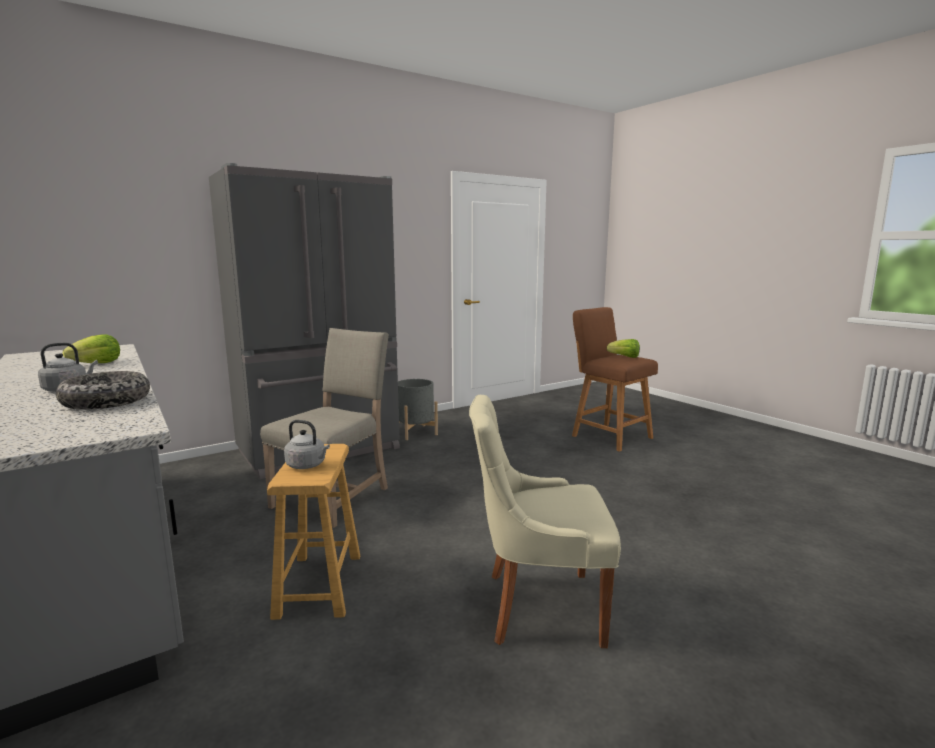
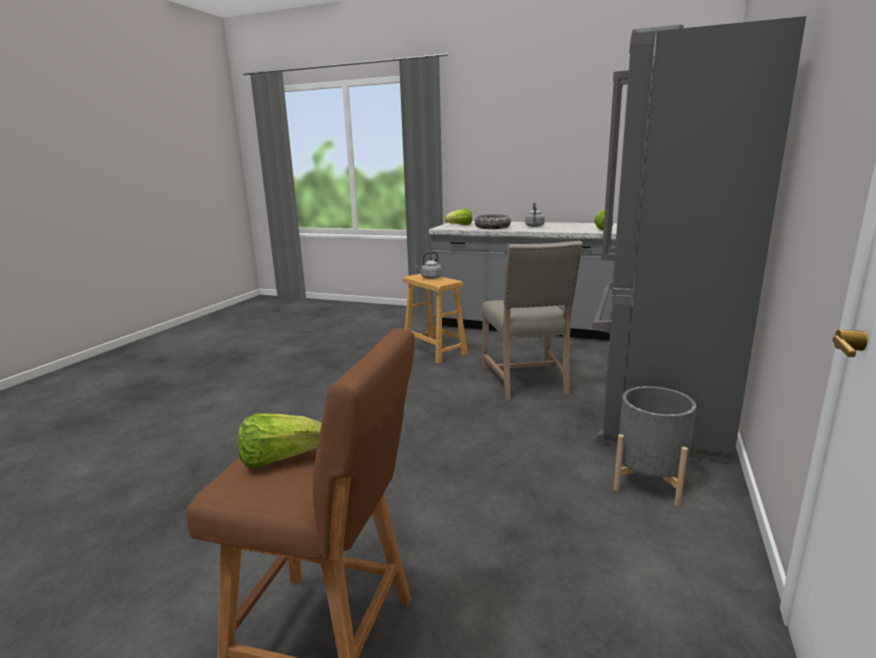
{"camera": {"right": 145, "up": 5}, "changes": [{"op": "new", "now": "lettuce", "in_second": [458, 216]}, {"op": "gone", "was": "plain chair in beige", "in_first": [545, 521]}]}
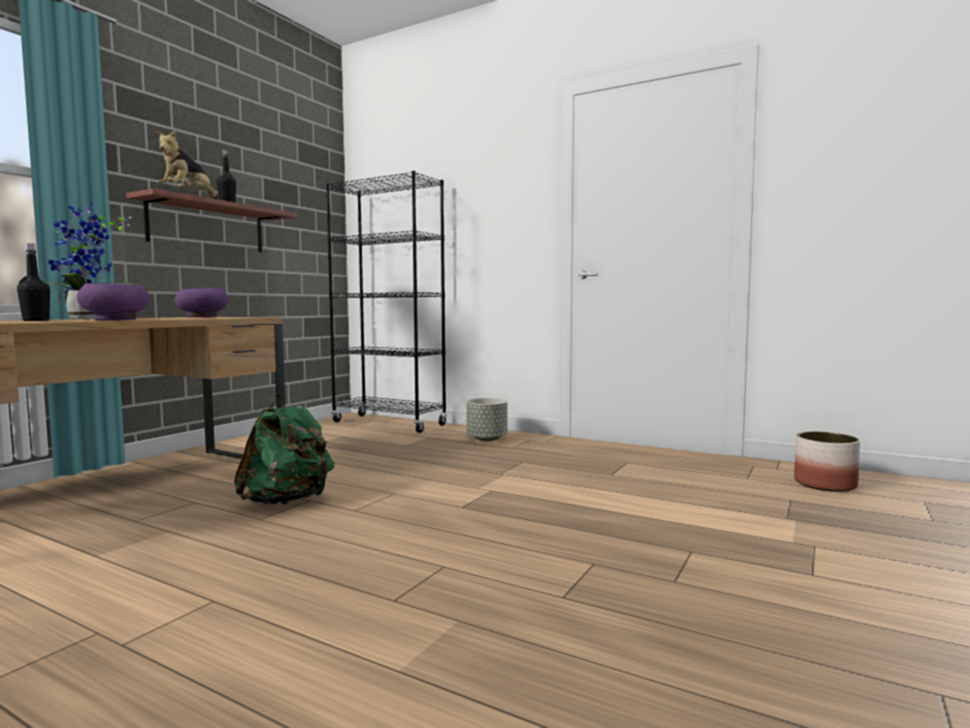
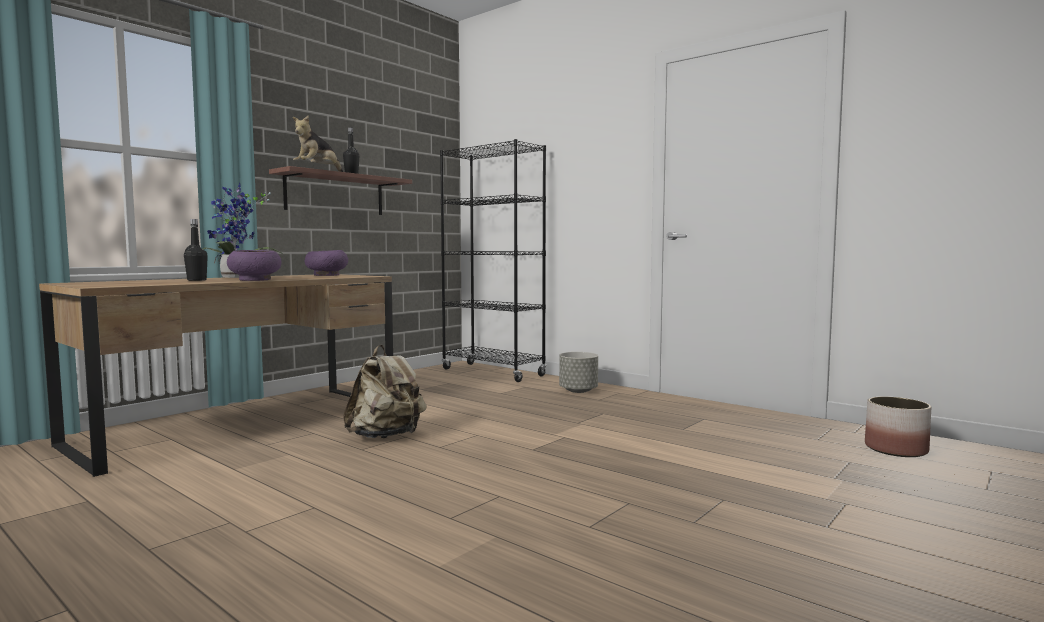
{"camera": {"right": 10, "up": 0}, "changes": [{"op": "repainted", "was": "backpack in greenish", "now": "backpack in beige", "in_first": [284, 449], "in_second": [384, 391]}]}
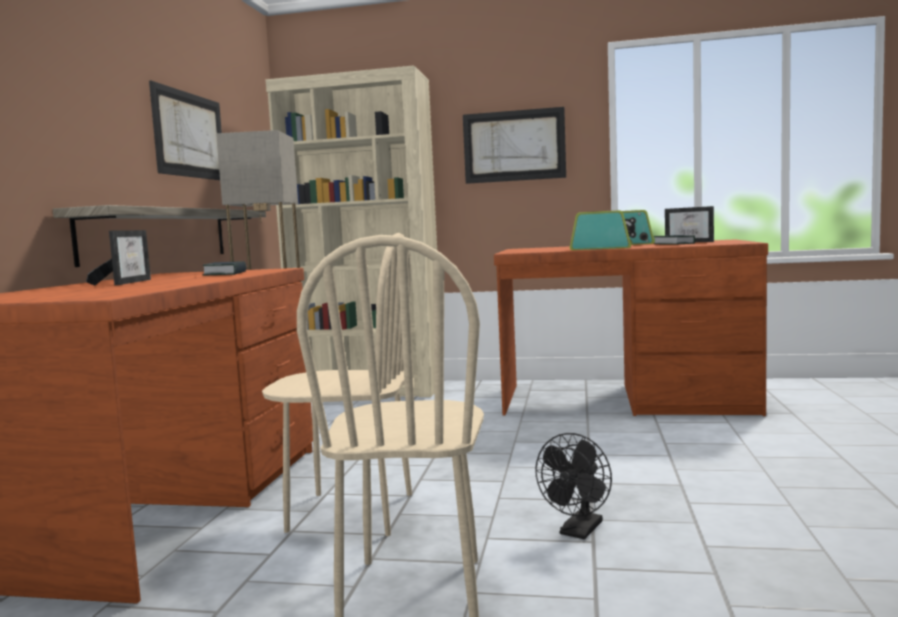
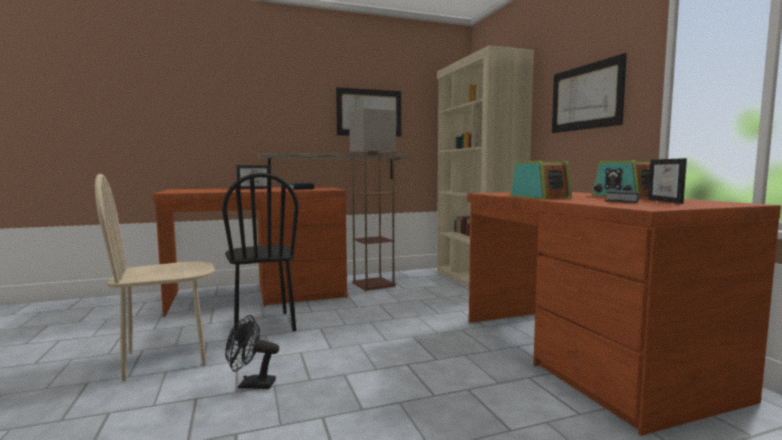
{"camera": {"right": 60, "up": 0}, "changes": [{"op": "repainted", "was": "plain chair in beige", "now": "plain chair in black", "in_first": [337, 384], "in_second": [260, 255]}]}
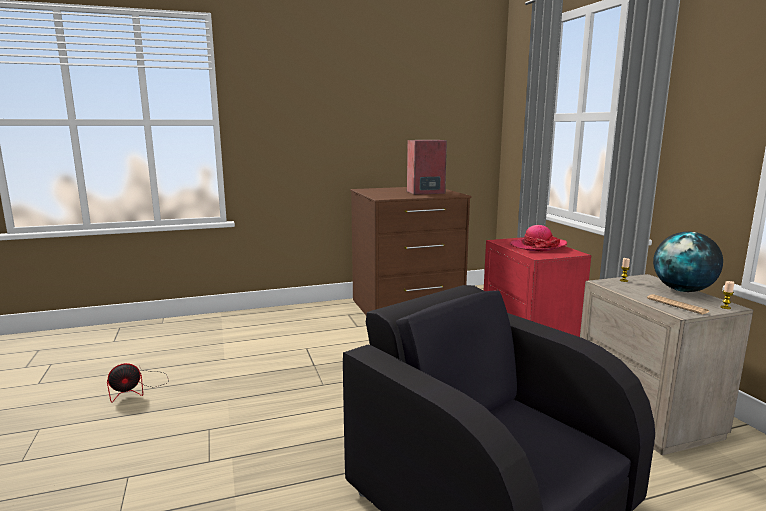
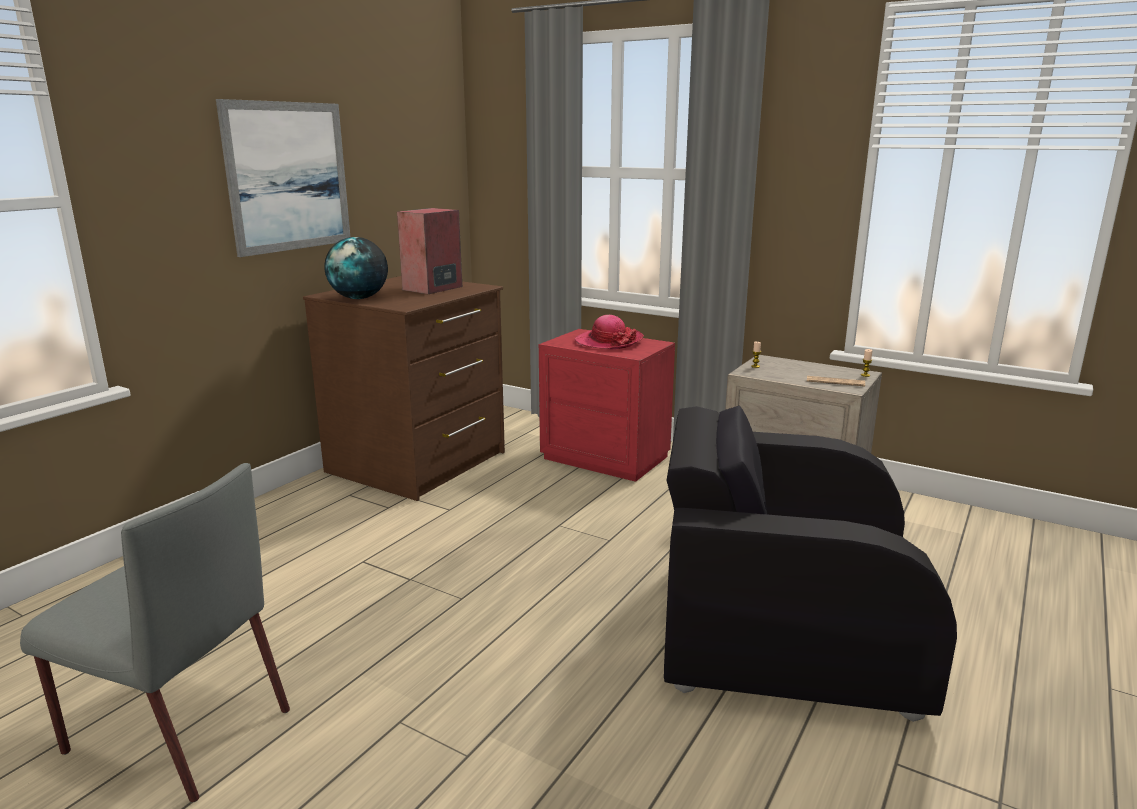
{"camera": {"right": -40, "up": 5}, "changes": [{"op": "swapped", "was": "electric fan", "now": "plain chair in greyish", "in_first": [138, 383], "in_second": [155, 632]}, {"op": "new", "now": "picture", "in_second": [283, 178]}, {"op": "shifted", "was": "world globe", "in_first": [688, 262], "in_second": [356, 268]}]}
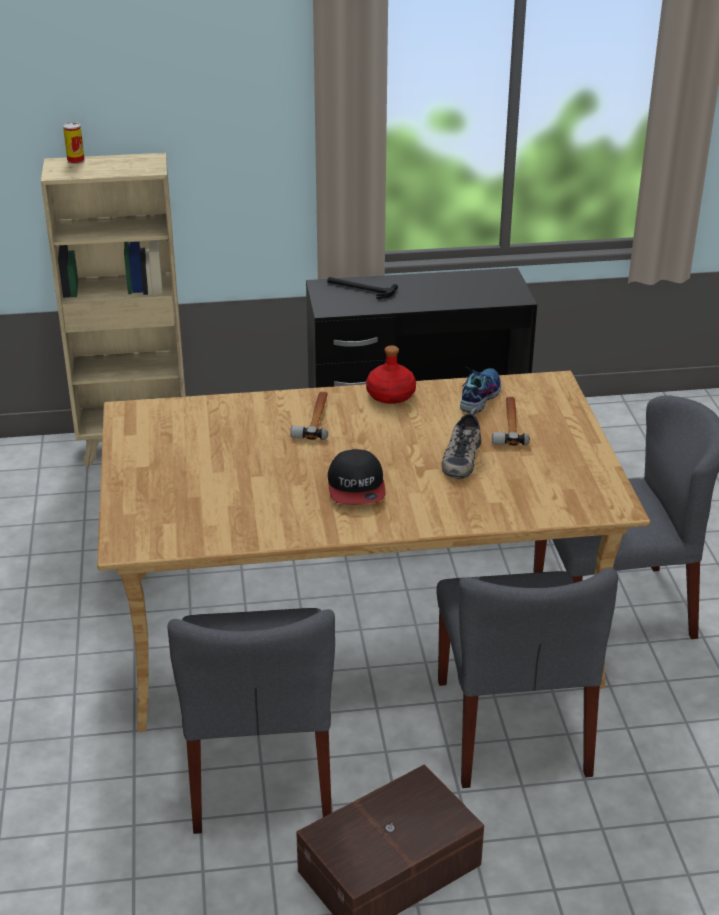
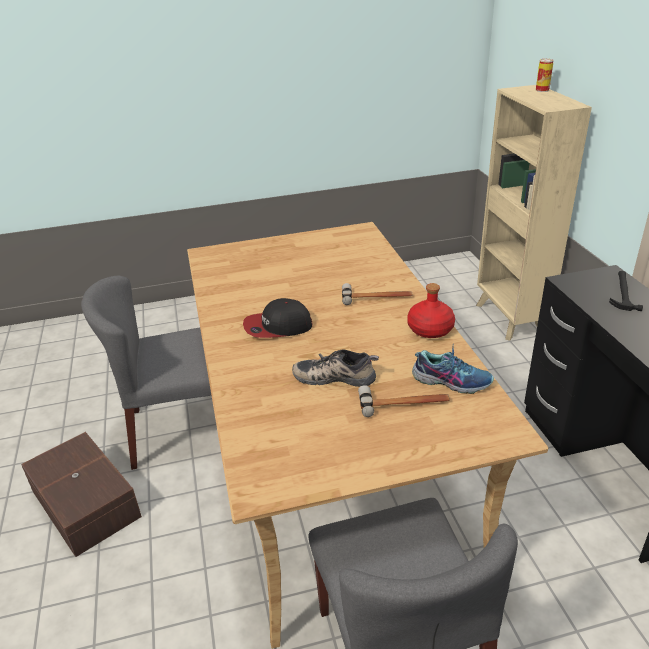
{"camera": {"right": 85, "up": 0}, "changes": [{"op": "gone", "was": "plain chair in greyish", "in_first": [527, 678]}]}
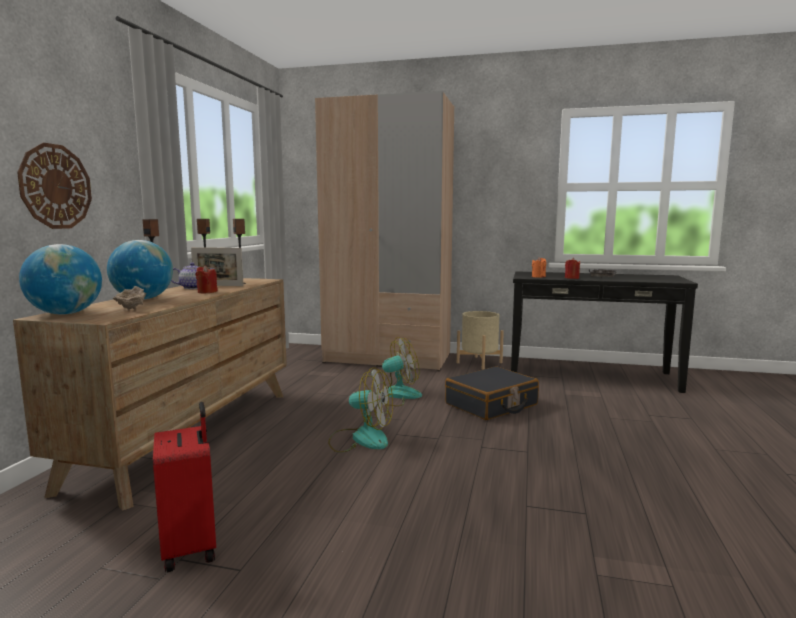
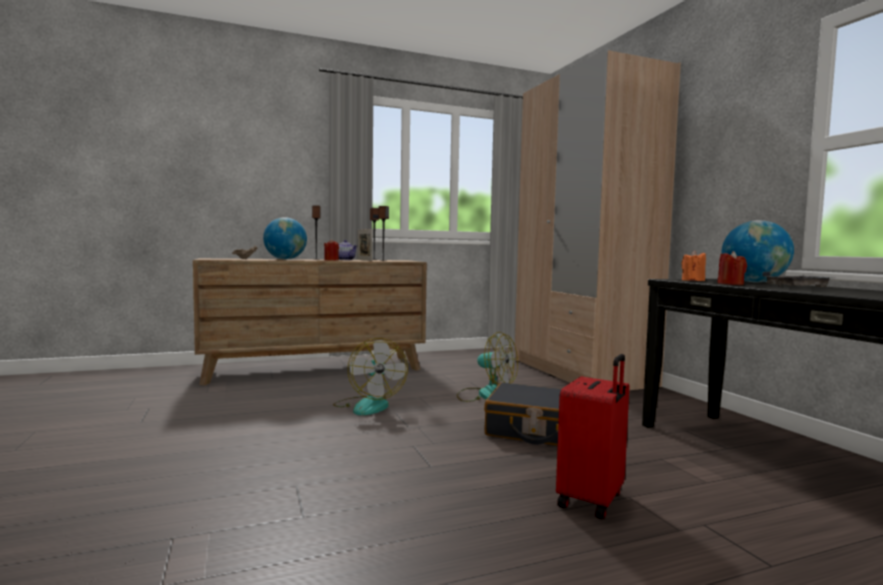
{"camera": {"right": 55, "up": -5}, "changes": [{"op": "shifted", "was": "piece of luggage in red-coloured", "in_first": [184, 487], "in_second": [592, 436]}, {"op": "shifted", "was": "world globe", "in_first": [60, 279], "in_second": [758, 251]}, {"op": "gone", "was": "hanging clock", "in_first": [54, 186]}, {"op": "gone", "was": "planter in beige", "in_first": [480, 340]}]}
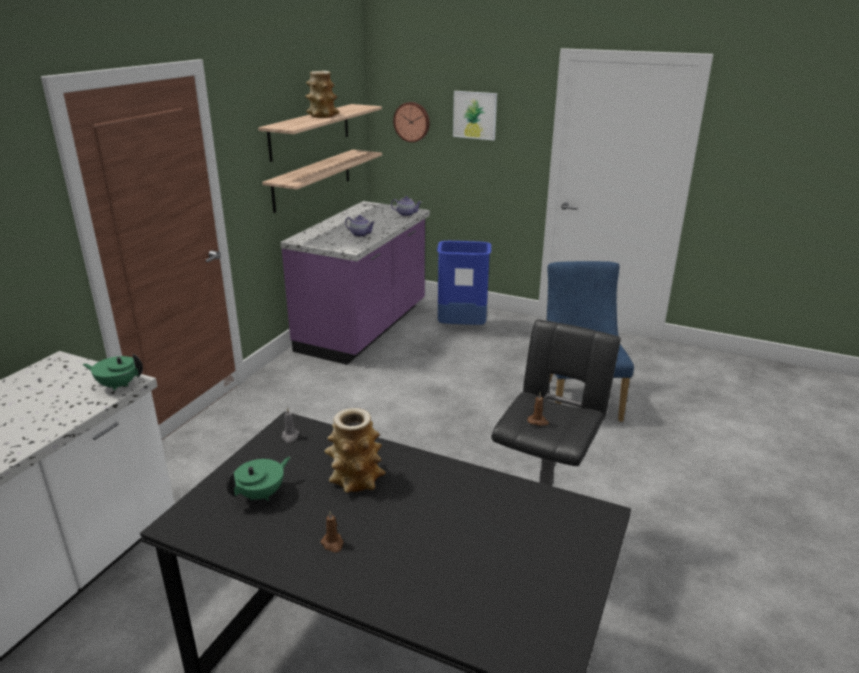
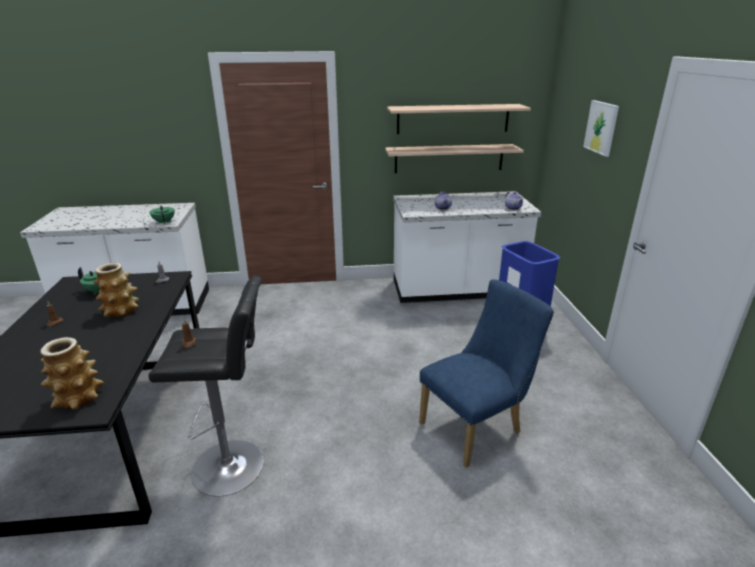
{"camera": {"right": 60, "up": 0}, "changes": [{"op": "shifted", "was": "vase", "in_first": [322, 94], "in_second": [72, 373]}, {"op": "repainted", "was": "counter in purplish", "now": "counter in white", "in_first": [355, 283], "in_second": [467, 247]}, {"op": "gone", "was": "hanging clock", "in_first": [411, 122]}]}
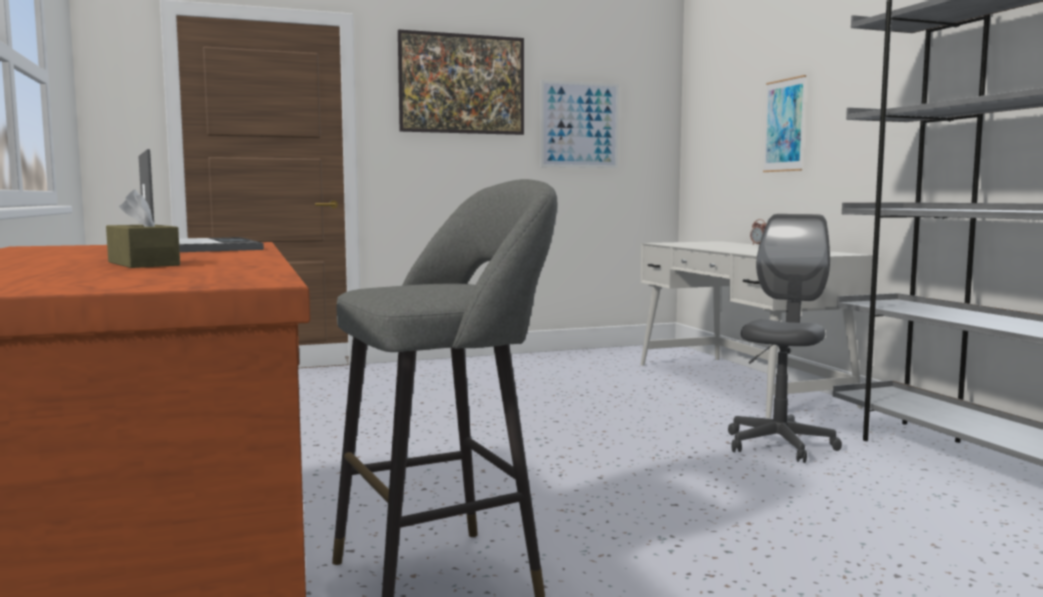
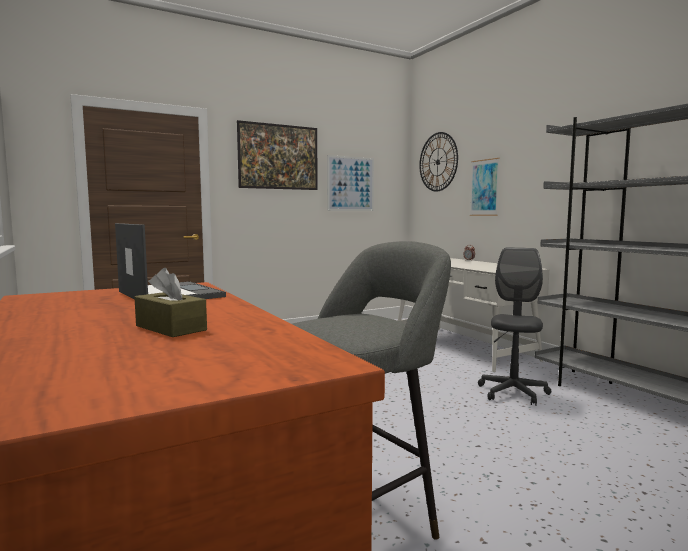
{"camera": {"right": -10, "up": 0}, "changes": [{"op": "new", "now": "hanging clock", "in_second": [438, 162]}]}
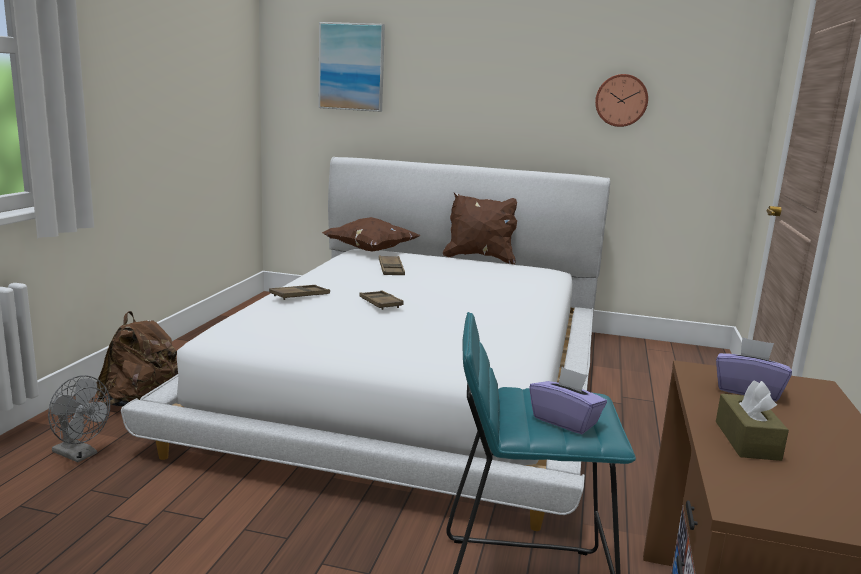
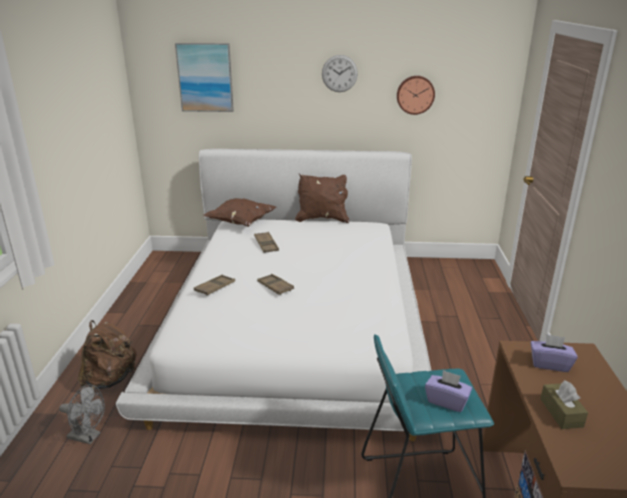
{"camera": {"right": -10, "up": 10}, "changes": [{"op": "new", "now": "hanging clock", "in_second": [340, 73]}]}
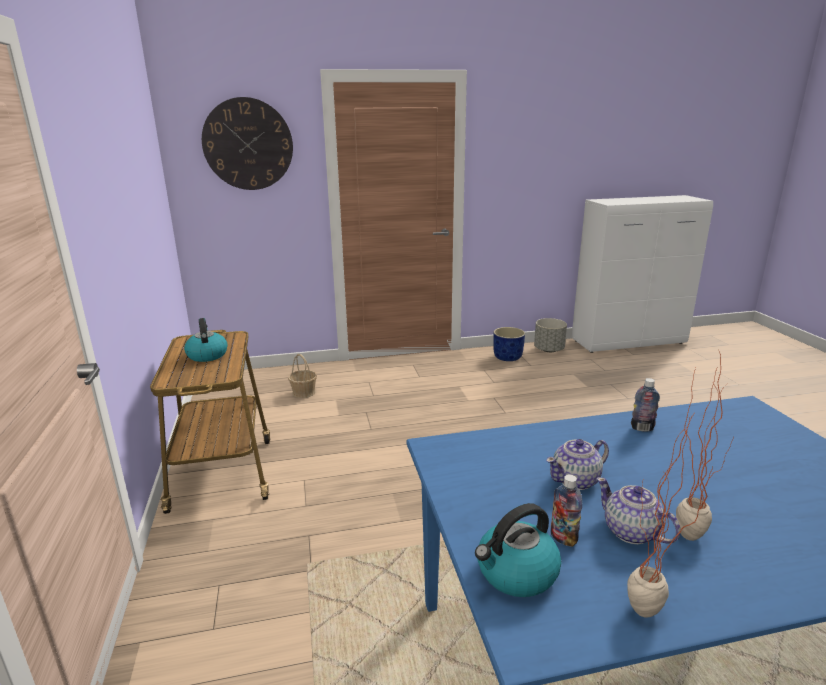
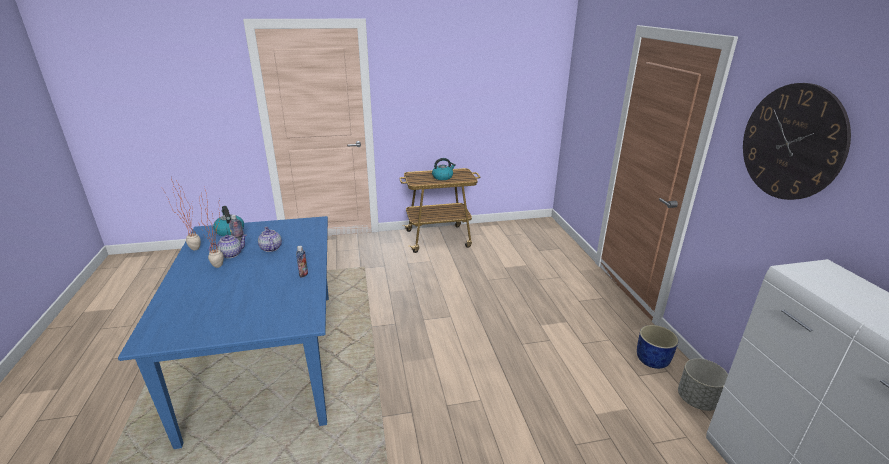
{"camera": {"right": 90, "up": 5}, "changes": [{"op": "shifted", "was": "hanging clock", "in_first": [247, 143], "in_second": [797, 141]}, {"op": "gone", "was": "household basket", "in_first": [302, 376]}]}
